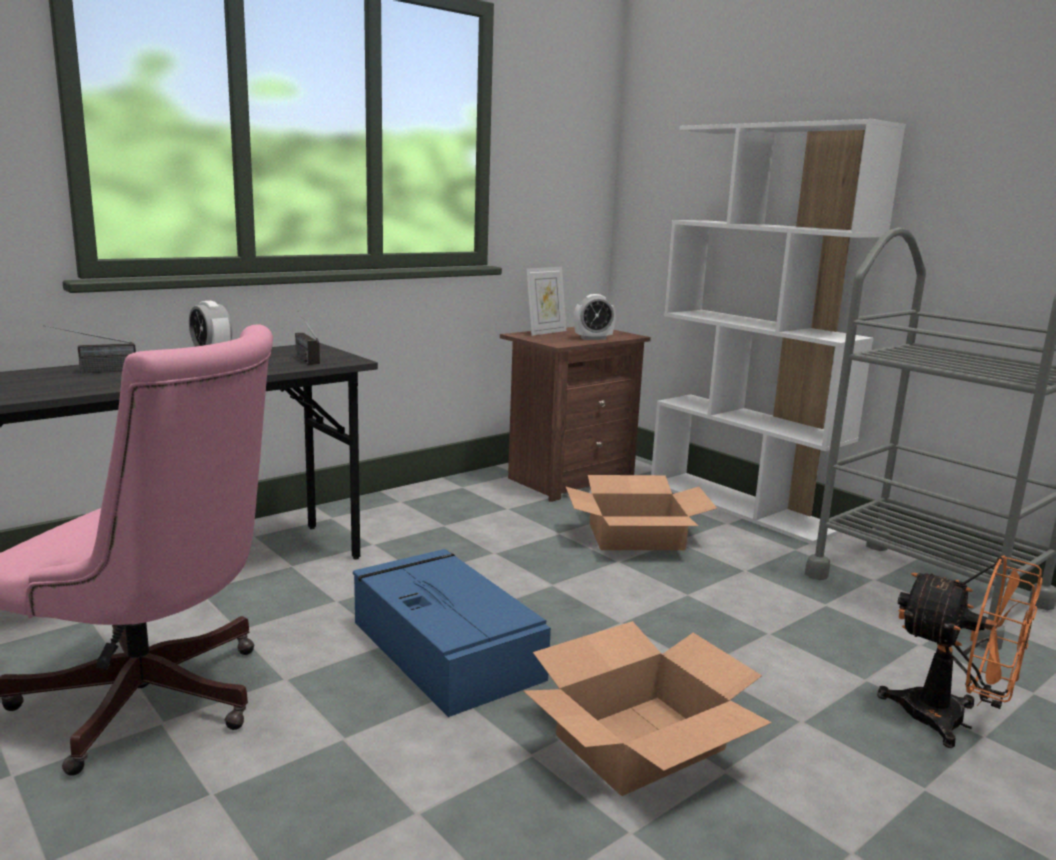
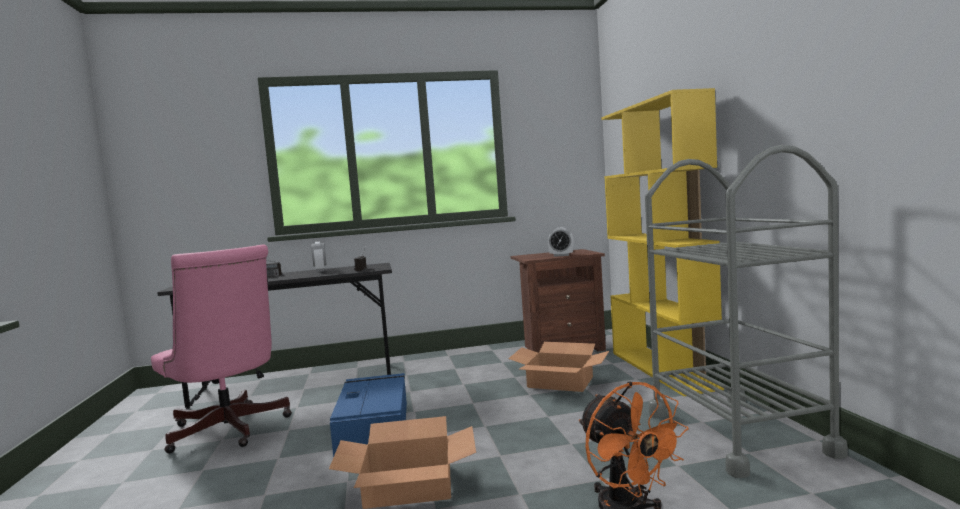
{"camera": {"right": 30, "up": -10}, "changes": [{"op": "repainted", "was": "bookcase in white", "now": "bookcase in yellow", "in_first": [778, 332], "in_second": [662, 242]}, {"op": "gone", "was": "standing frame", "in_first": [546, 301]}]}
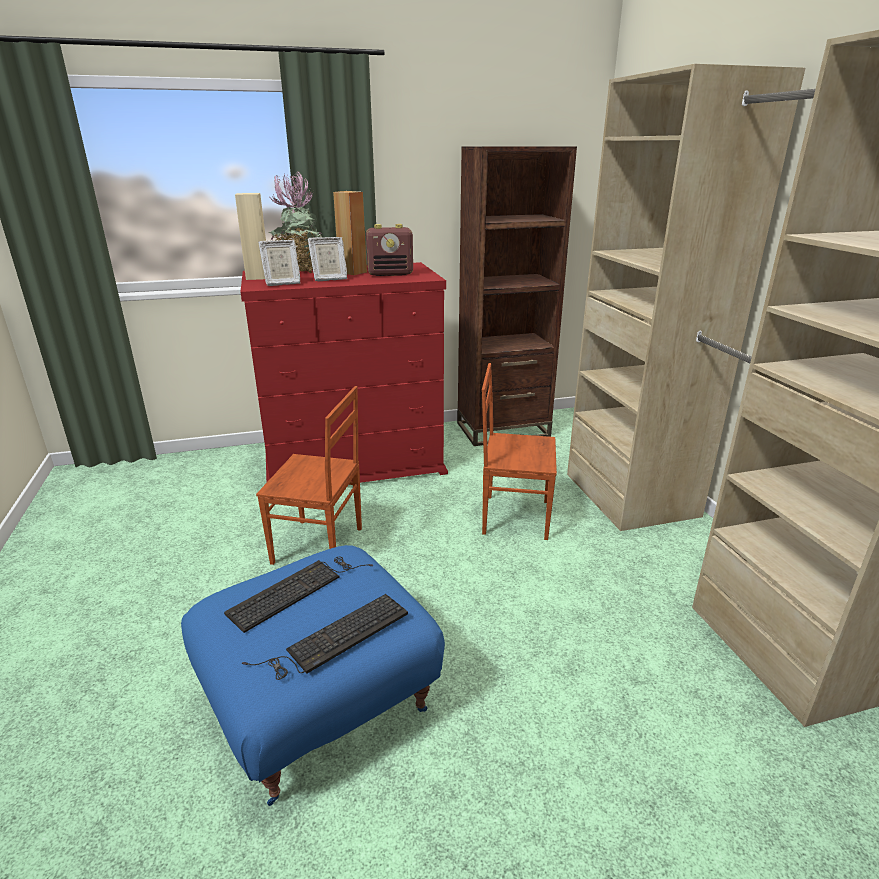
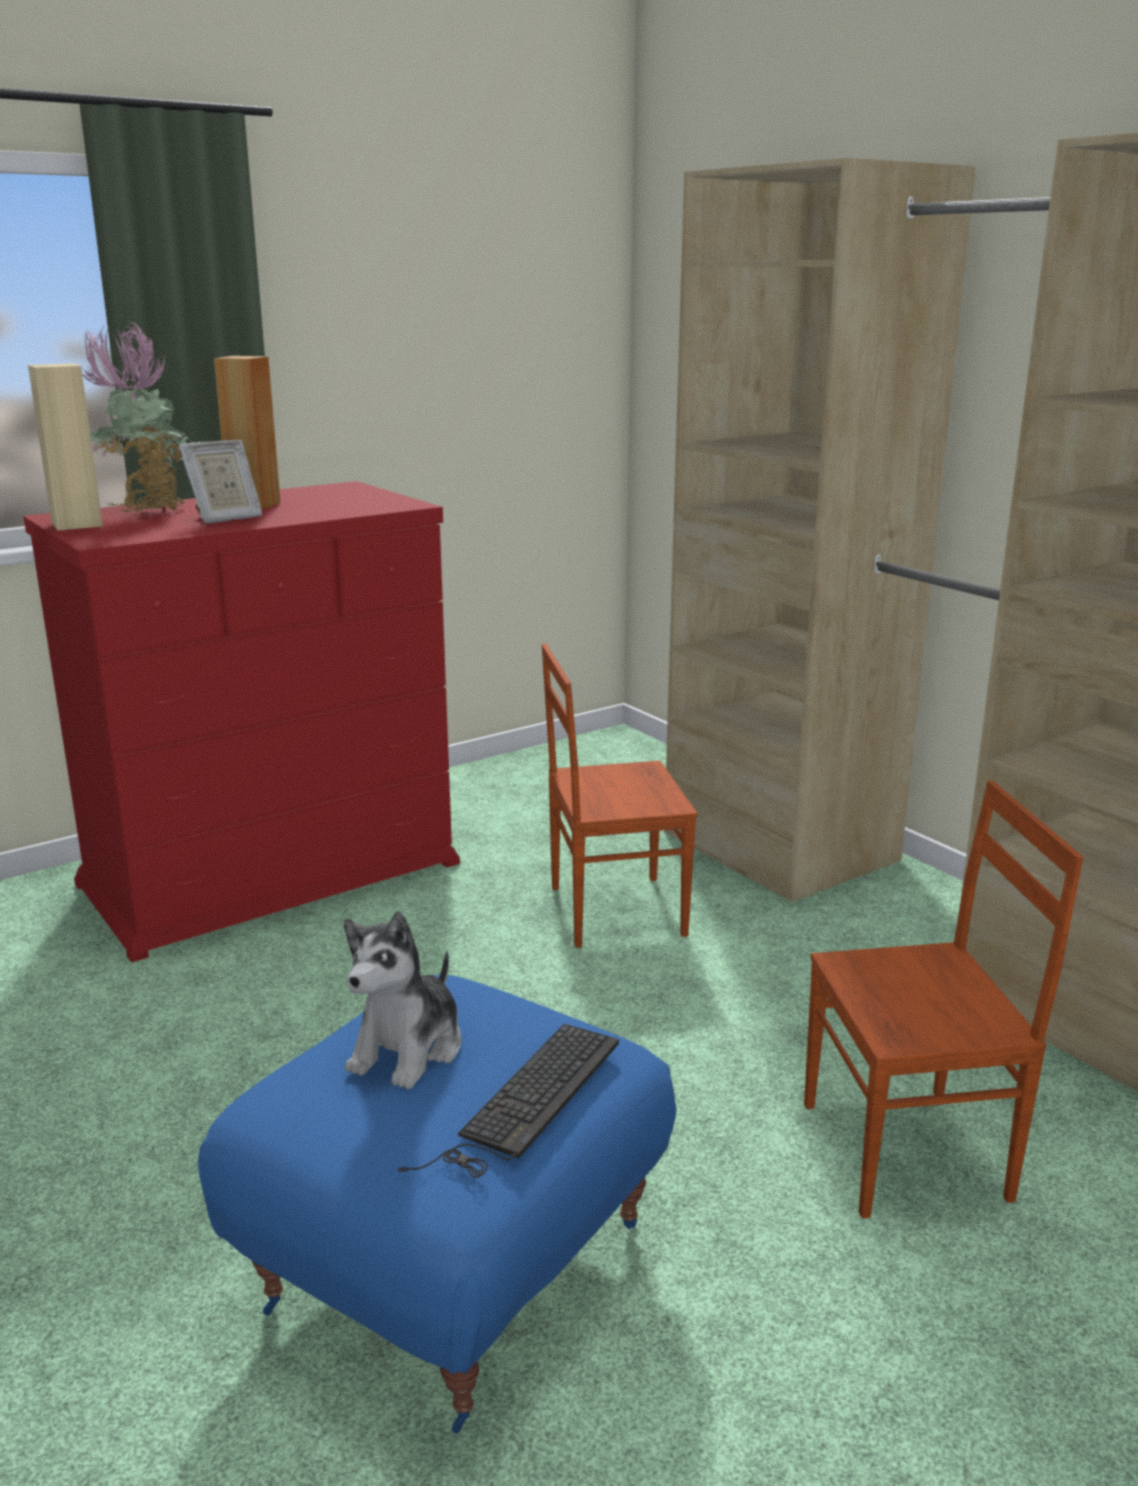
{"camera": {"right": -20, "up": -5}, "changes": [{"op": "swapped", "was": "computer keyboard", "now": "plush toy", "in_first": [298, 595], "in_second": [403, 1000]}, {"op": "shifted", "was": "plain chair in brown-coloured", "in_first": [309, 475], "in_second": [944, 999]}, {"op": "gone", "was": "standing frame", "in_first": [279, 263]}, {"op": "gone", "was": "radio", "in_first": [389, 250]}, {"op": "gone", "was": "bookcase in brown-coloured", "in_first": [517, 296]}]}
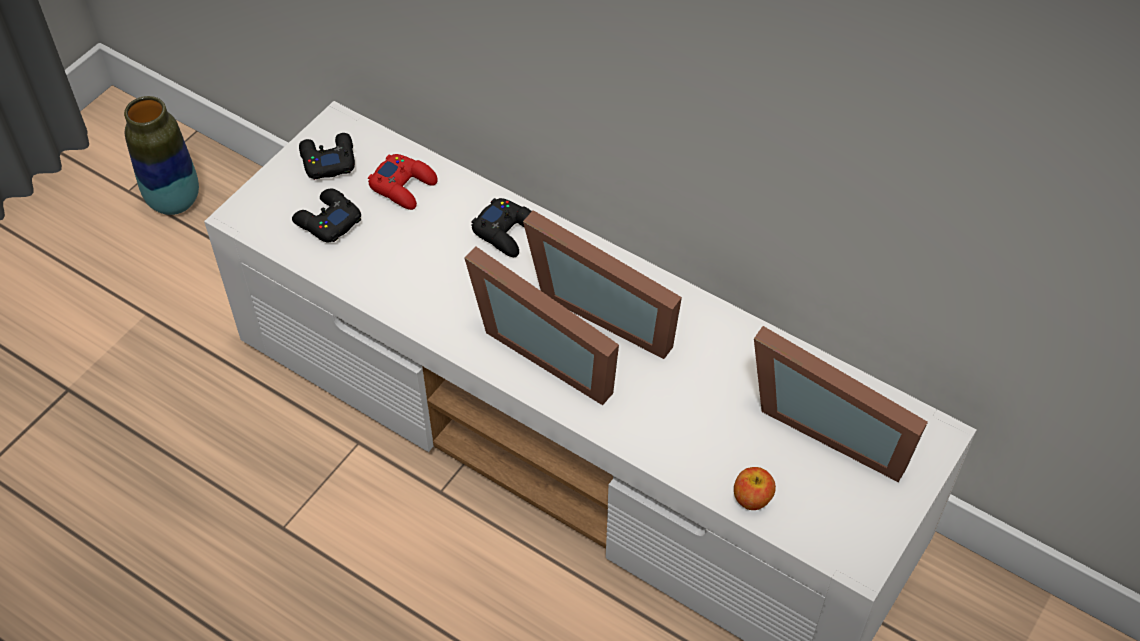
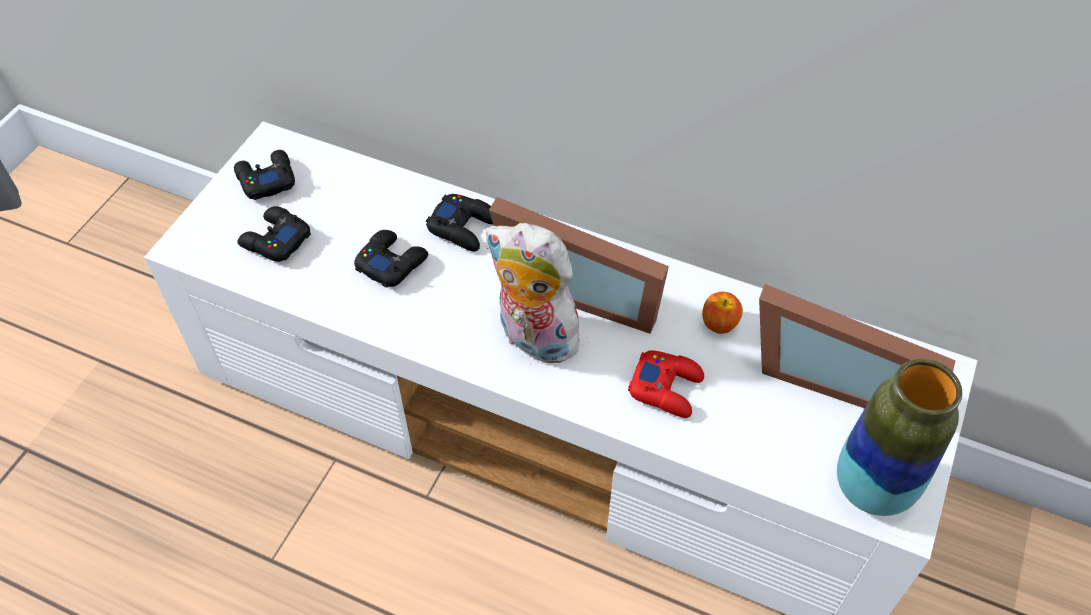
{"camera": {"right": -10, "up": 0}, "changes": [{"op": "new", "now": "game controller in black", "in_second": [391, 259]}, {"op": "swapped", "was": "standing frame", "now": "plush toy", "in_first": [541, 326], "in_second": [538, 293]}, {"op": "shifted", "was": "game controller in red-coloured", "in_first": [403, 182], "in_second": [666, 384]}, {"op": "shifted", "was": "whole apple", "in_first": [755, 488], "in_second": [722, 313]}, {"op": "shifted", "was": "vase", "in_first": [161, 155], "in_second": [899, 437]}]}
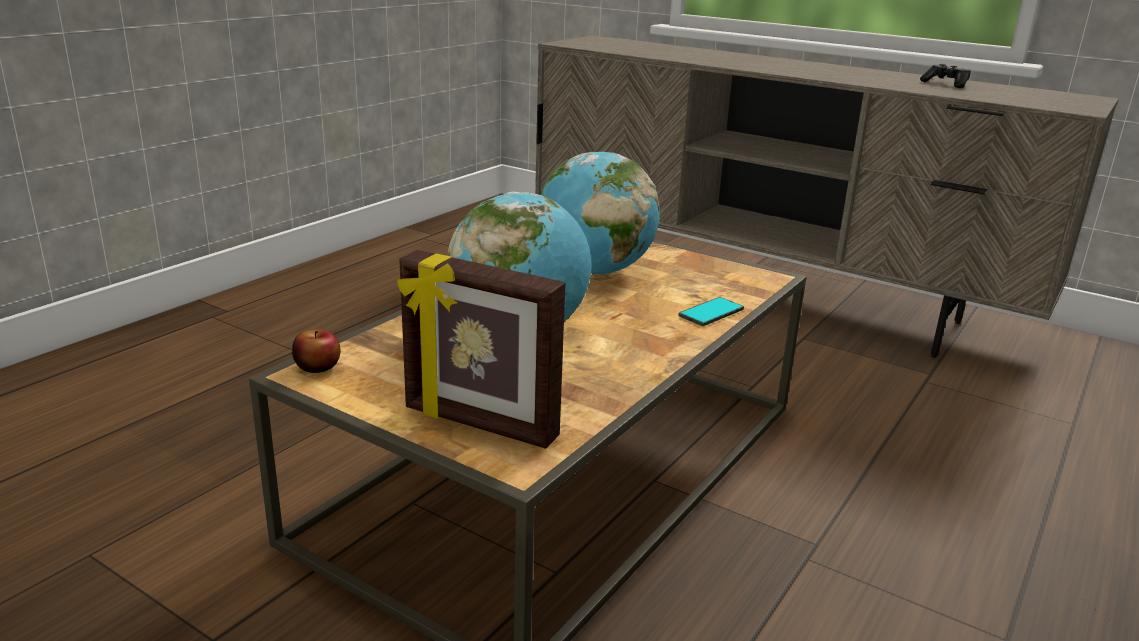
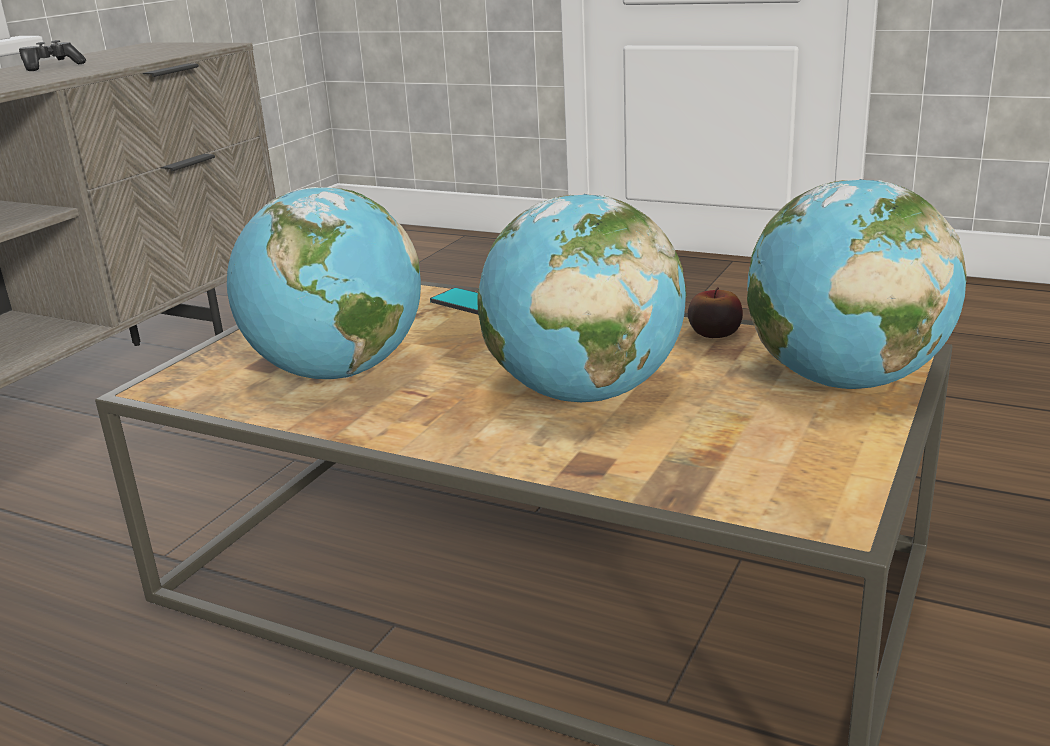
{"camera": {"right": -95, "up": 0}, "changes": [{"op": "shifted", "was": "whole apple", "in_first": [316, 351], "in_second": [715, 312]}, {"op": "swapped", "was": "standing frame", "now": "world globe", "in_first": [481, 349], "in_second": [857, 284]}]}
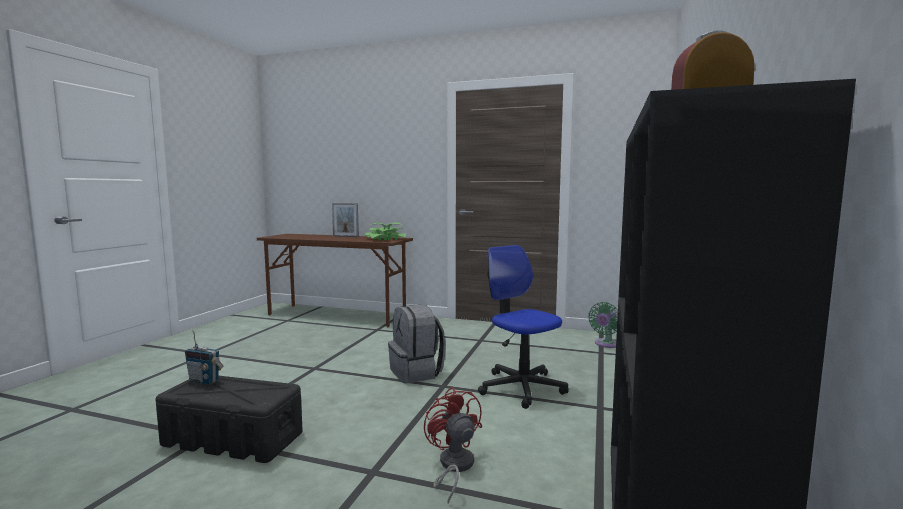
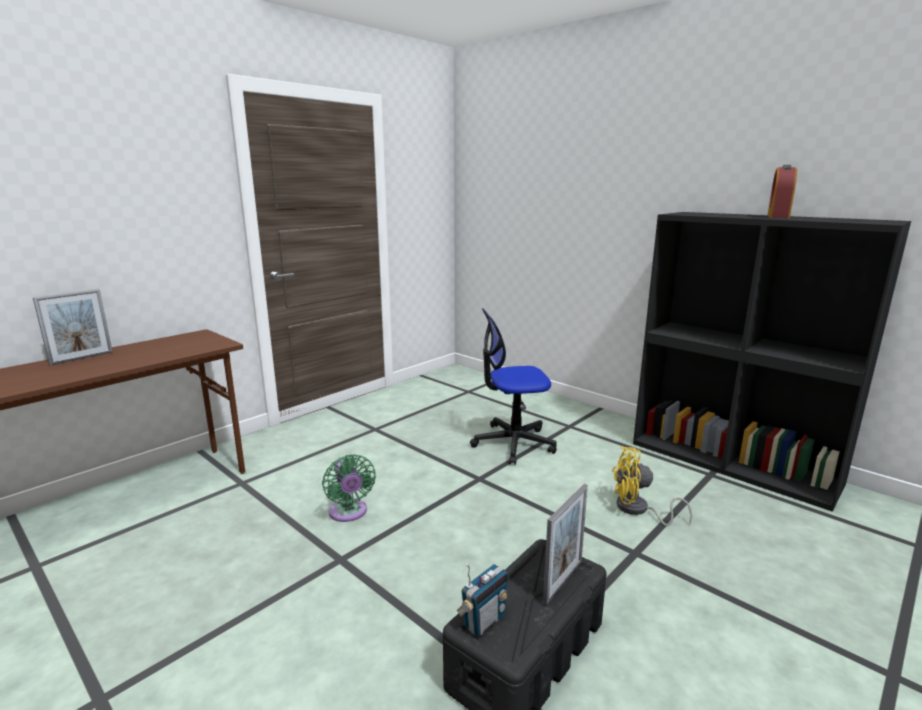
{"camera": {"right": -65, "up": 10}, "changes": [{"op": "shifted", "was": "electric fan in greenish", "in_first": [603, 325], "in_second": [349, 488]}, {"op": "new", "now": "standing frame", "in_second": [565, 544]}, {"op": "repainted", "was": "electric fan in red-coloured", "now": "electric fan in yellow", "in_first": [453, 445], "in_second": [652, 486]}, {"op": "gone", "was": "houseplant", "in_first": [385, 231]}, {"op": "gone", "was": "backpack in greyish", "in_first": [417, 344]}]}
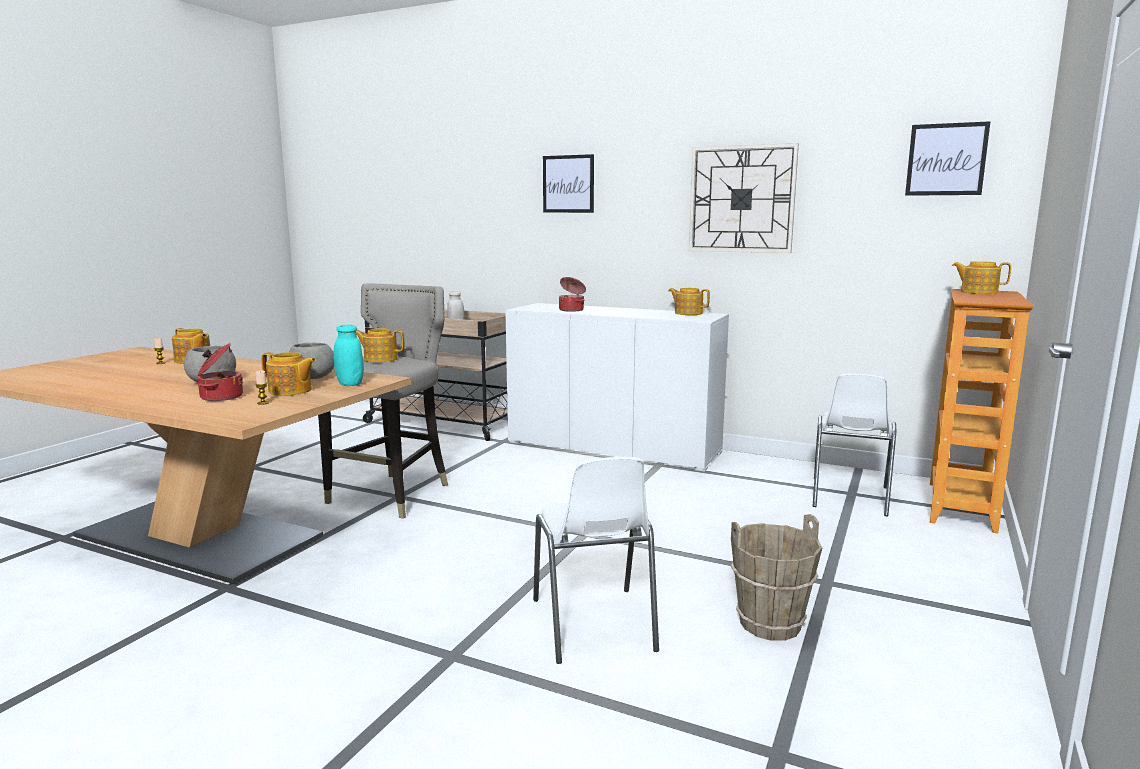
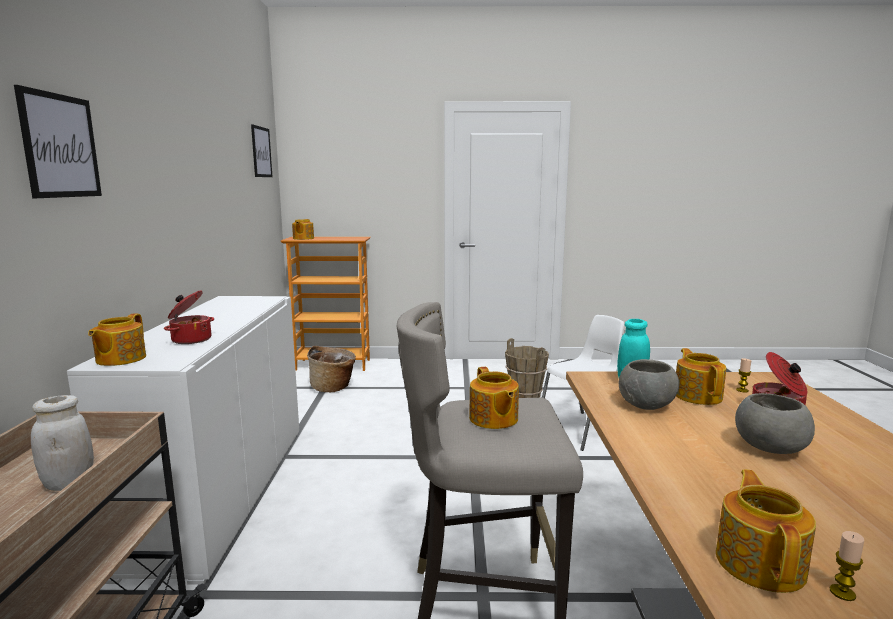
{"camera": {"right": -115, "up": 0}, "changes": [{"op": "shifted", "was": "teapot", "in_first": [689, 301], "in_second": [117, 340]}, {"op": "swapped", "was": "plain chair in white", "now": "household basket", "in_first": [854, 445], "in_second": [331, 369]}, {"op": "gone", "was": "hanging clock", "in_first": [744, 198]}]}
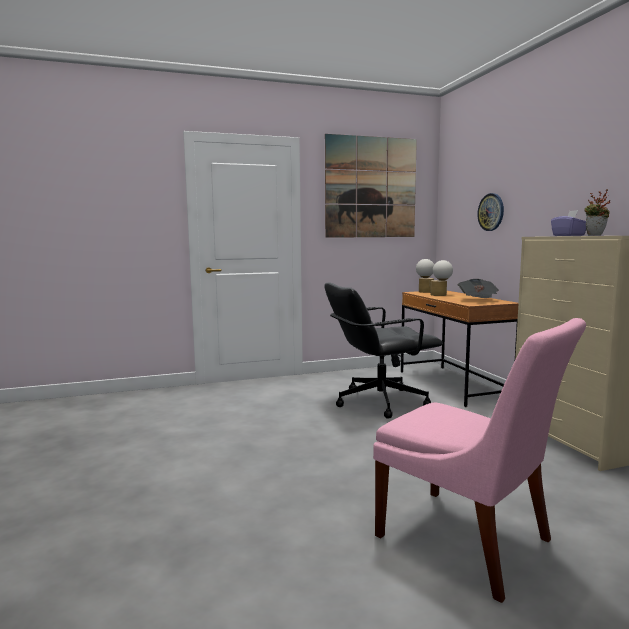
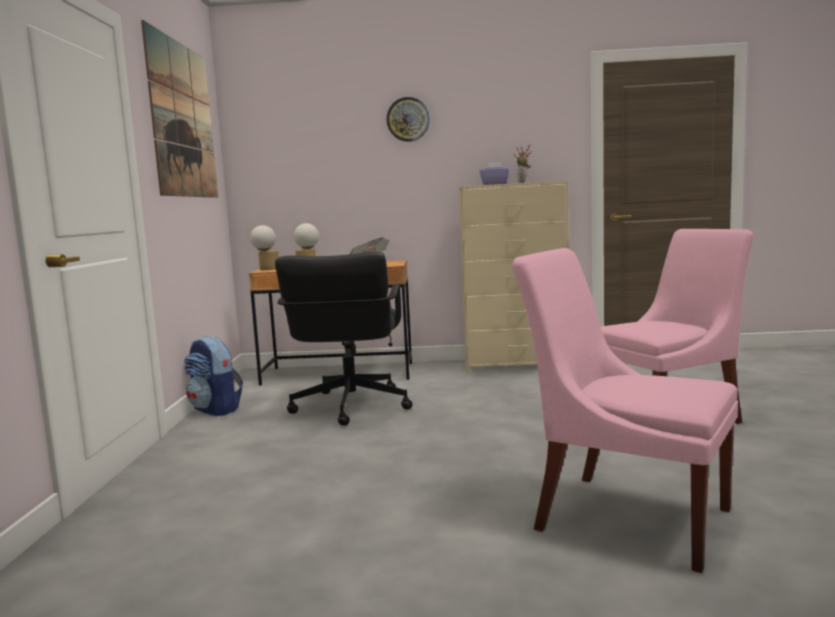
{"camera": {"right": -70, "up": 0}, "changes": [{"op": "new", "now": "backpack", "in_second": [213, 376]}, {"op": "shifted", "was": "hanging clock", "in_first": [490, 212], "in_second": [408, 119]}, {"op": "new", "now": "plain chair in pink", "in_second": [625, 410]}]}
